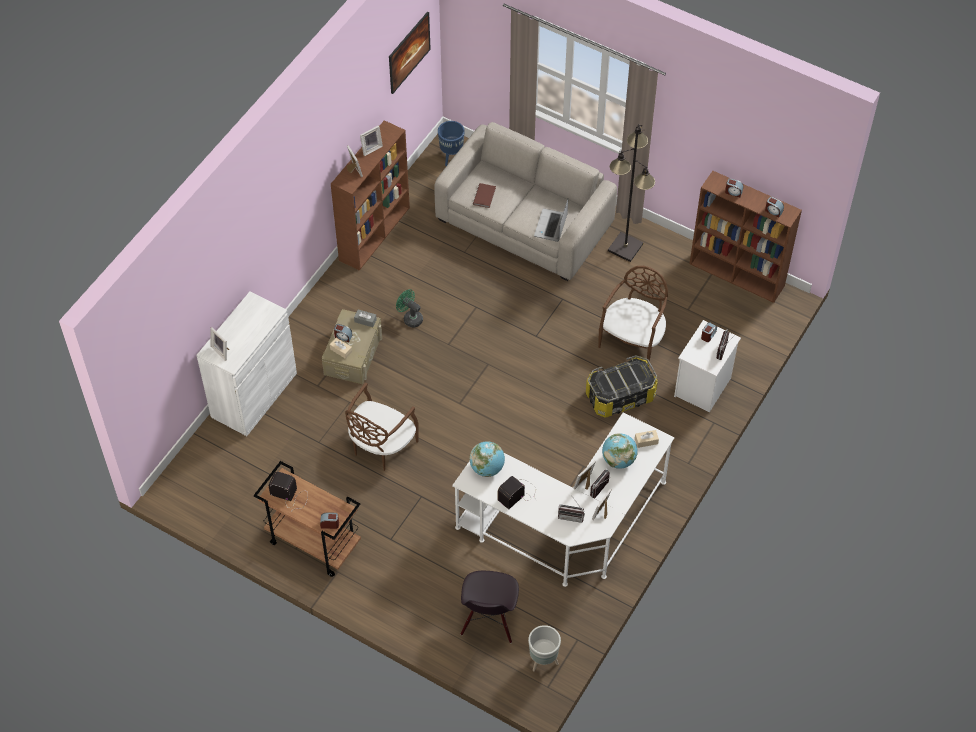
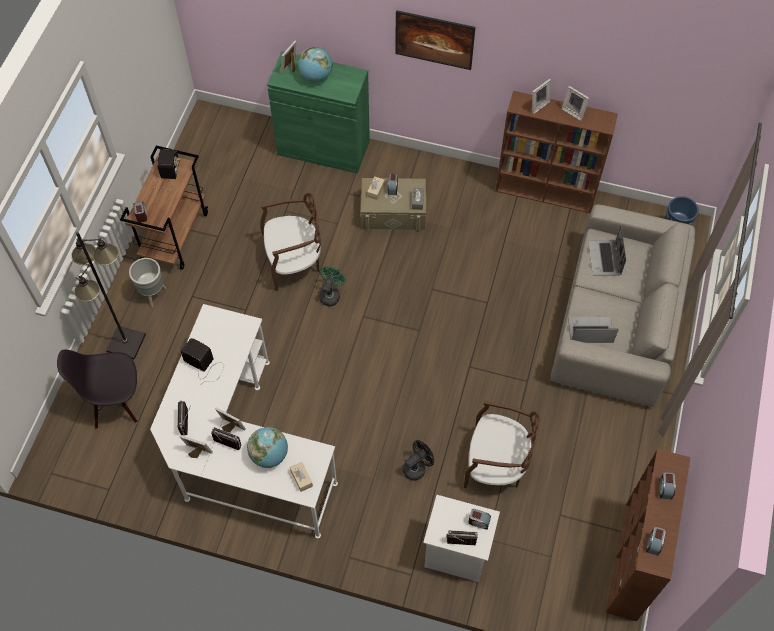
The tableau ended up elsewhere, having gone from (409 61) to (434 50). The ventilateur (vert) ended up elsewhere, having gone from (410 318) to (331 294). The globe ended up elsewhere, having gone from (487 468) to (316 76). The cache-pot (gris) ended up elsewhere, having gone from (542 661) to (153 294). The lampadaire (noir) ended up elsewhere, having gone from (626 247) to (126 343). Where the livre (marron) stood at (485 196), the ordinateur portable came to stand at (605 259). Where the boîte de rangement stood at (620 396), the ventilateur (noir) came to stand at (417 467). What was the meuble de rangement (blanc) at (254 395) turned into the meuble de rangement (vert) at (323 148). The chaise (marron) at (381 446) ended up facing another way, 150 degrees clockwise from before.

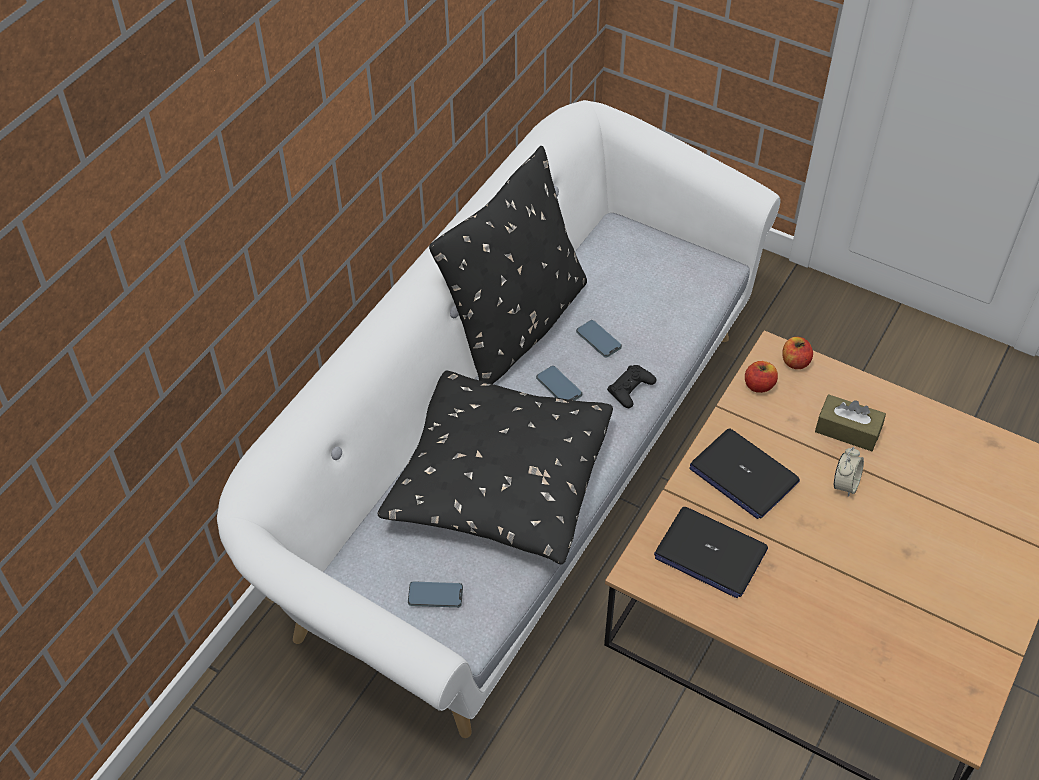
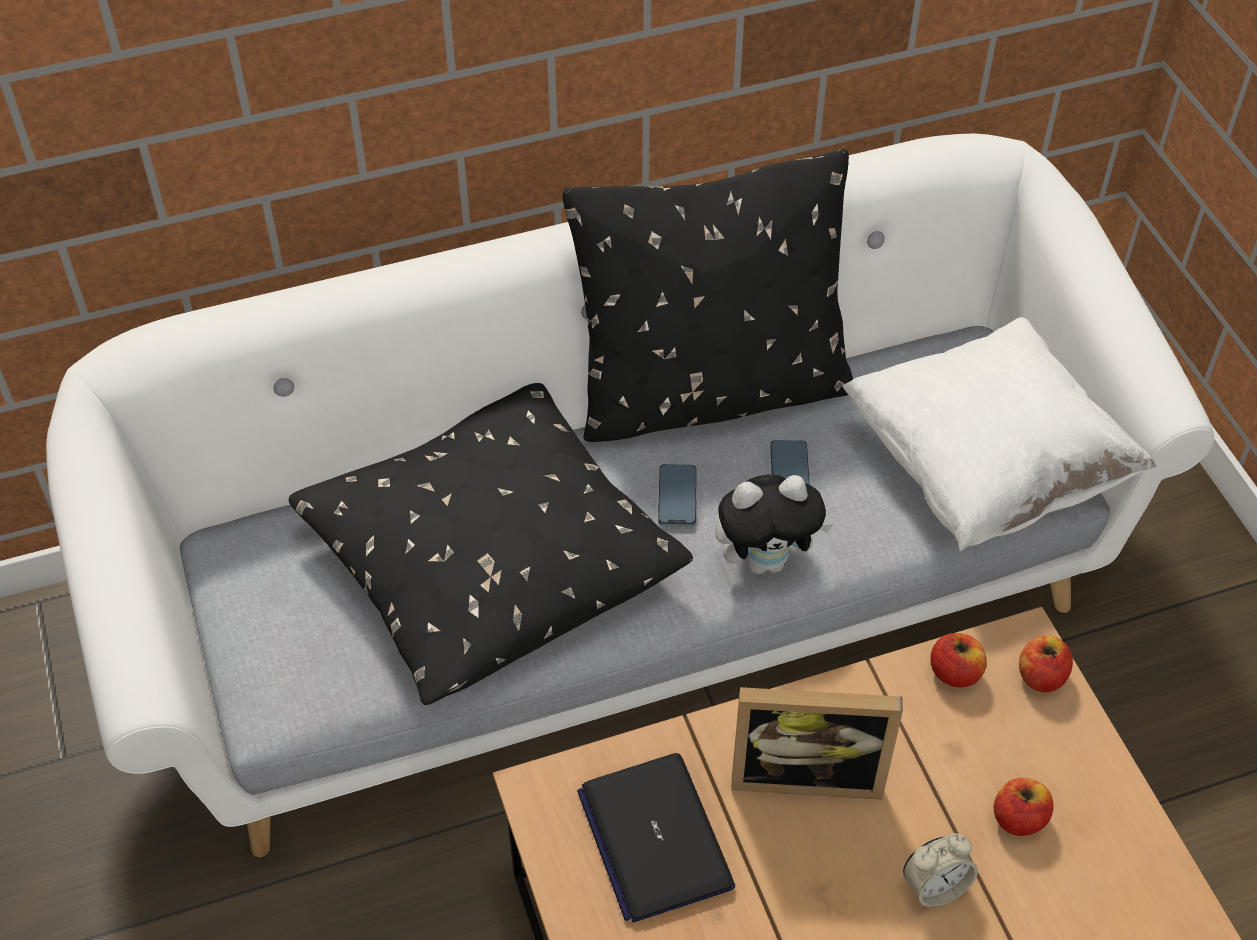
The second view lost the téléphone at (435 596). The second view gained the coussin (blanc) at (984 469). Where the manette (noir) stood at (631 389), the peluche came to stand at (766 560). Where the ordinateur portable stood at (743 474), the cadre photo came to stand at (806 771). Where the boîte à mouchoirs (marron) stood at (847 430), the pomme came to stand at (1018 818).

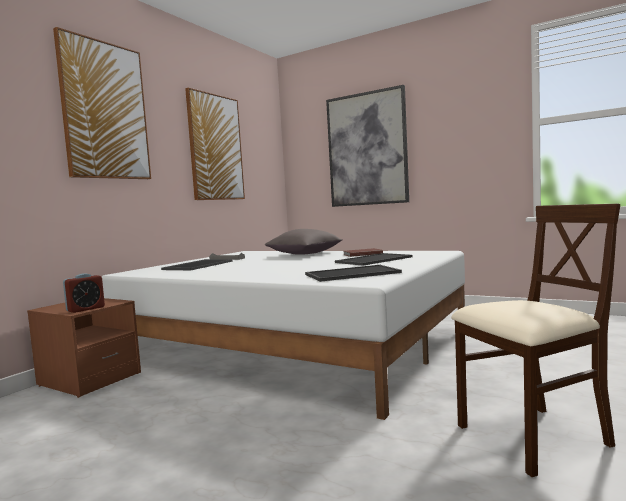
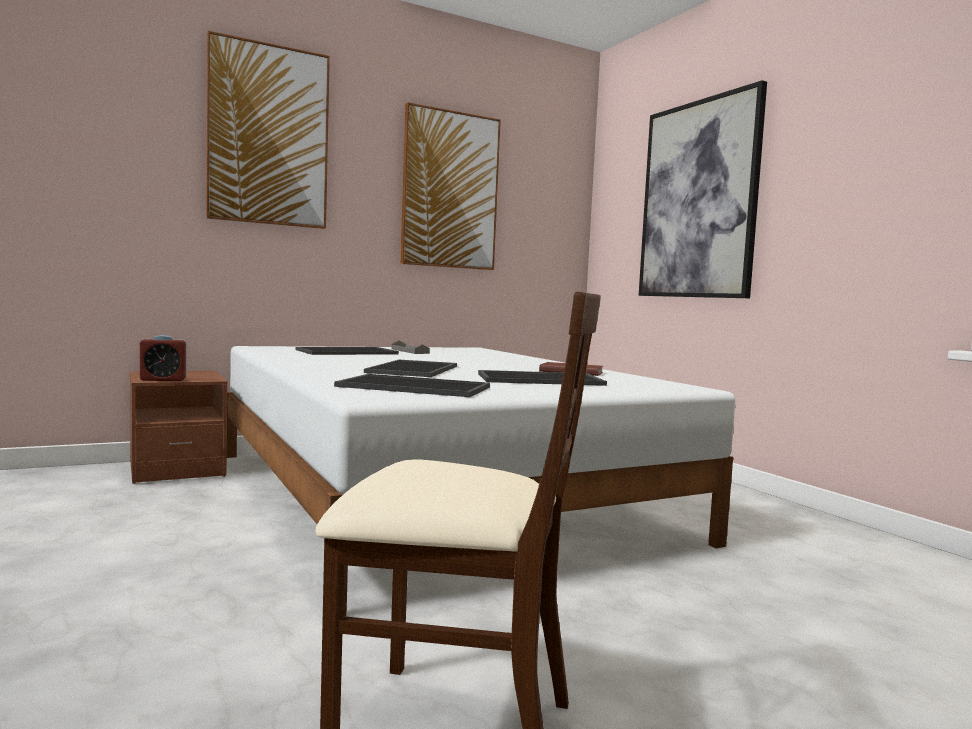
The second view lost the coussin (gris) at (305 254). The second view gained the plateau at (415 369).

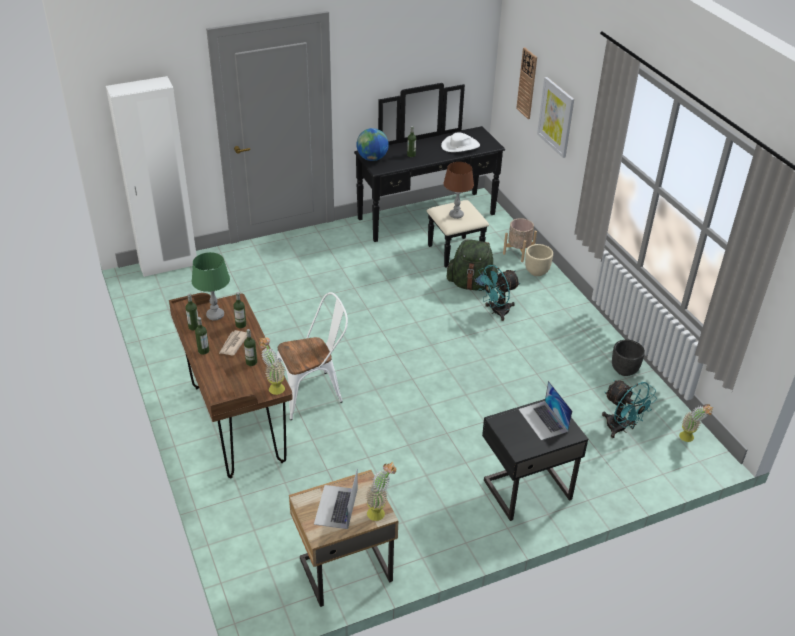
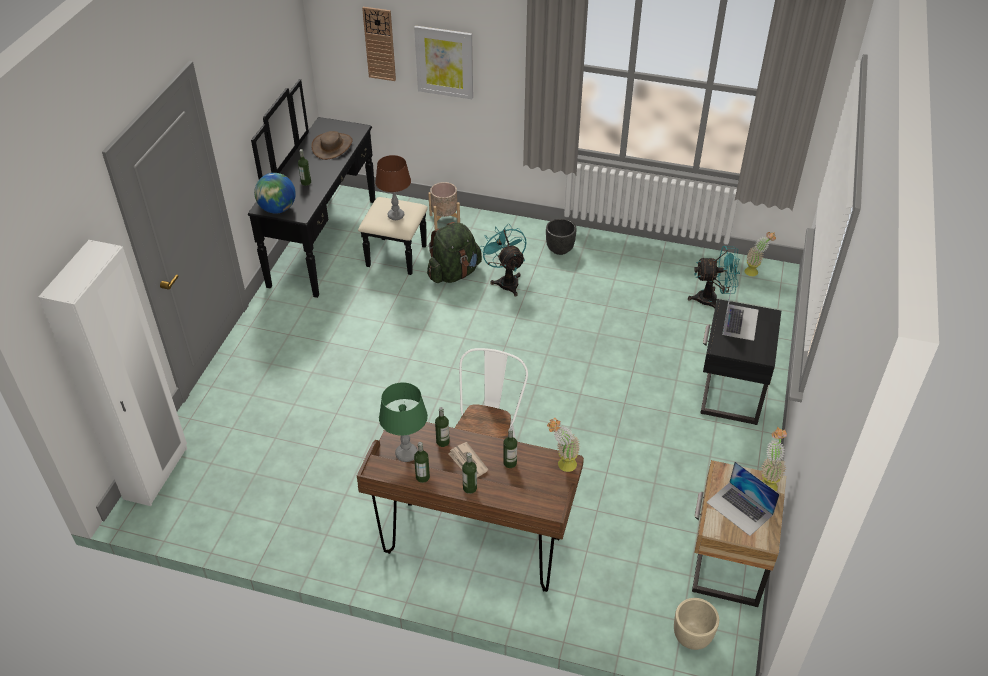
The cache-pot (beige) ended up elsewhere, having gone from (536 271) to (691 637). The cache-pot (noir) ended up elsewhere, having gone from (624 370) to (560 249). What was the chapeau (blanc) at (460 146) turned into the chapeau (marron) at (332 146). The ventilateur (turquoise) at (496 312) ended up facing another way, 150 degrees clockwise from before. The ordinateur portable at (543 420) ended up facing another way, 90 degrees counterclockwise from before.

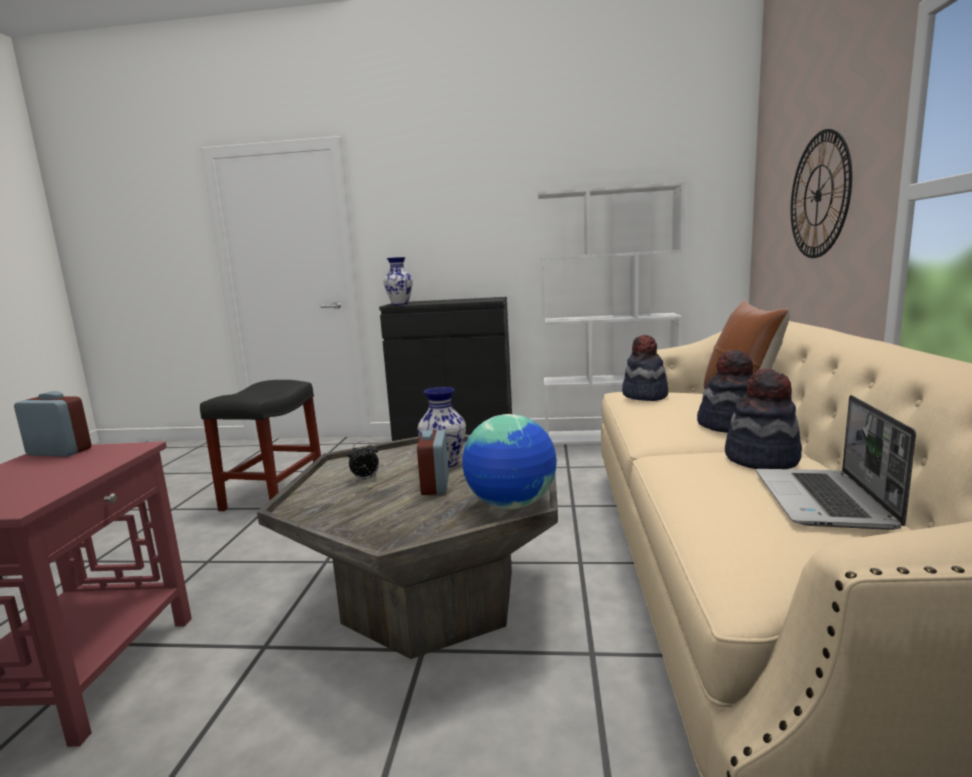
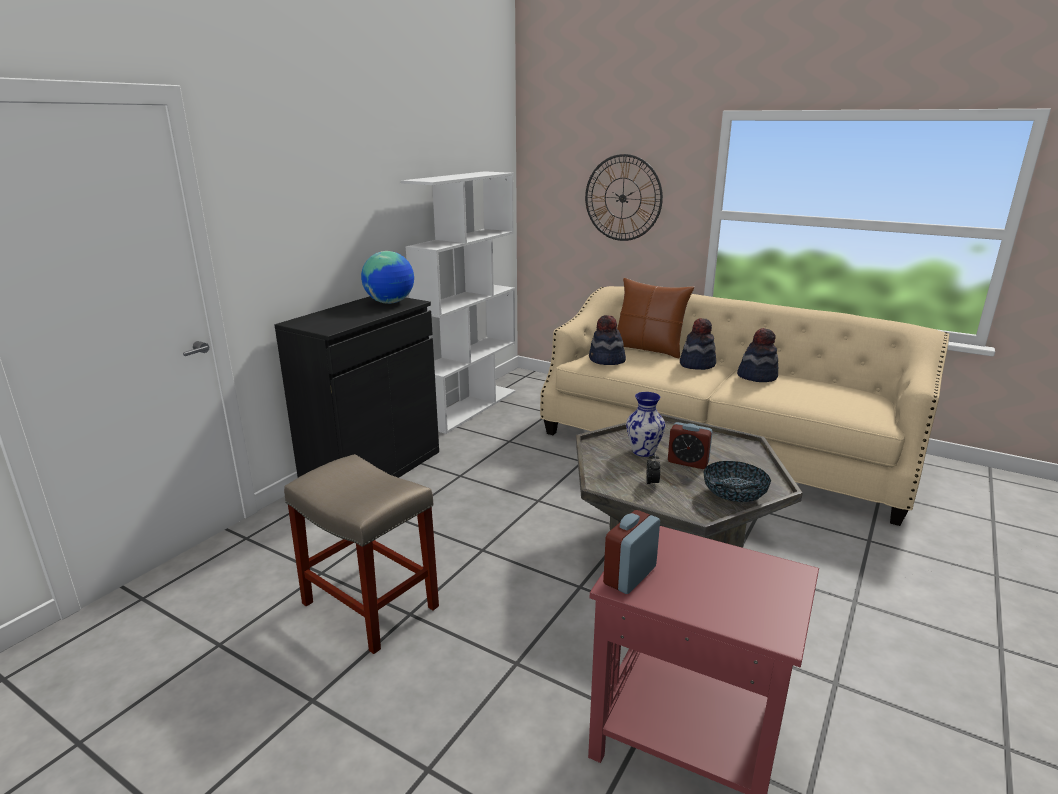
The second view lost the vase at (399 304). The second view lost the ordinateur portable at (824 501). The second view gained the bol at (734 496). The globe ended up elsewhere, having gone from (511 505) to (390 302). What was the tabouret (noir) at (273 495) turned into the tabouret (beige) at (372 606).

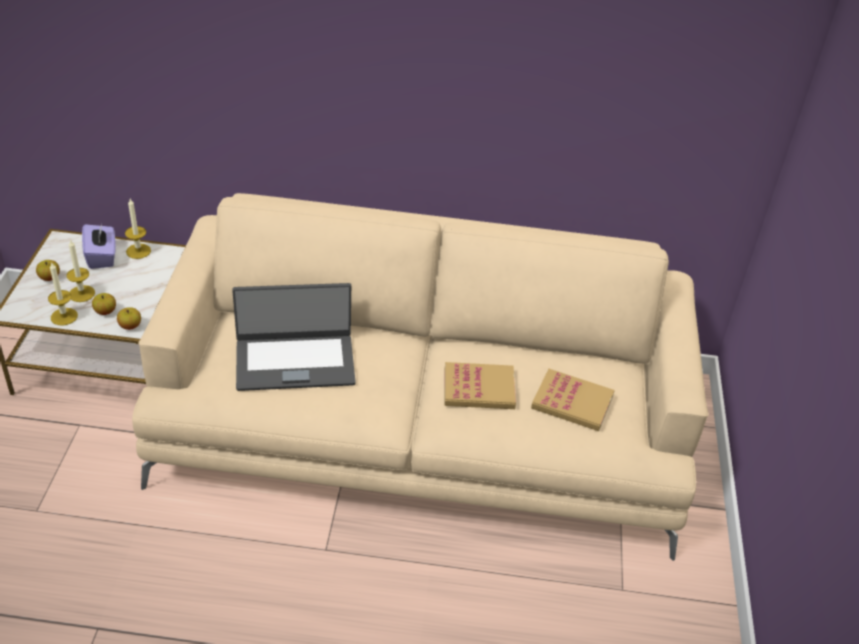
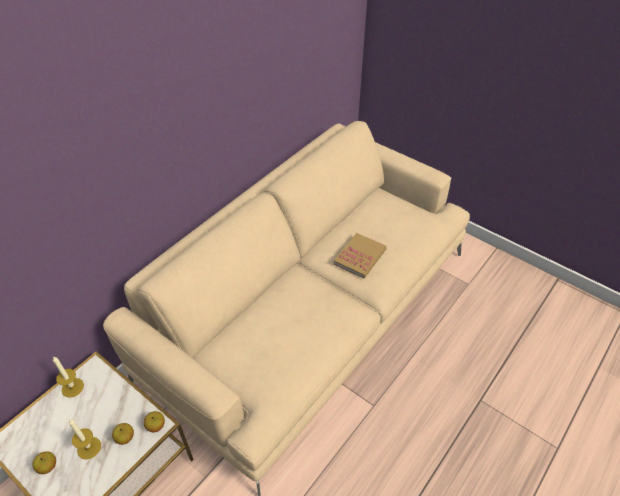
The second view lost the bougie at (64 316). The second view lost the boîte à mouchoirs (violet) at (102 257). The second view lost the ordinateur portable at (295 361). The second view lost the livre at (572 402).

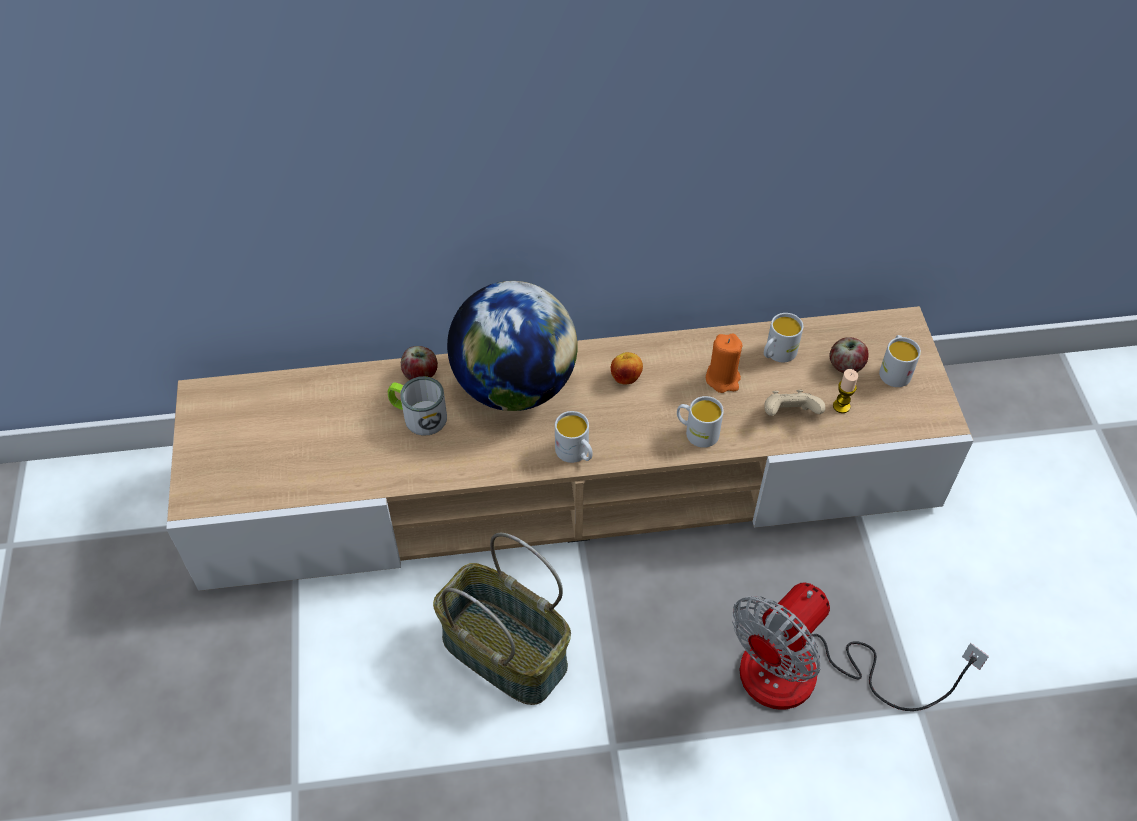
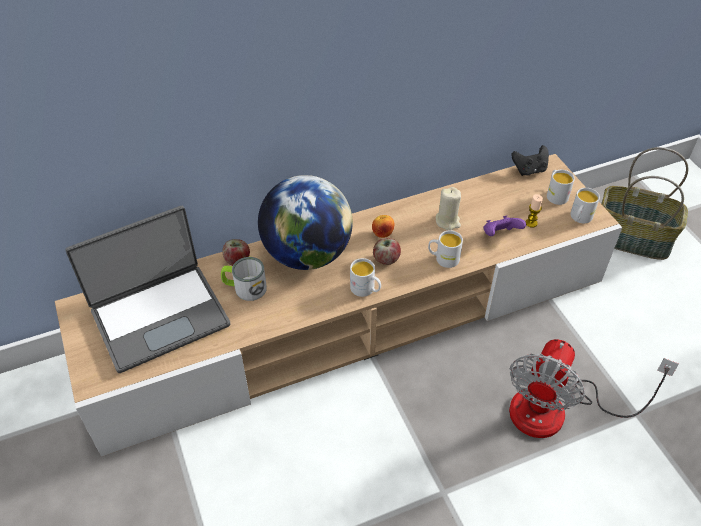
The second view gained the ordinateur portable at (159 316). The second view gained the manette (noir) at (529 170). The panier ended up elsewhere, having gone from (502 653) to (630 239). The mug (blanc) ended up elsewhere, having gone from (777 354) to (579 218). The pomme ended up elsewhere, having gone from (845 366) to (386 259). What was the bougie (orange) at (723 378) turned into the bougie (beige) at (447 221). What was the manette (beige) at (789 415) turned into the manette (violet) at (500 235).

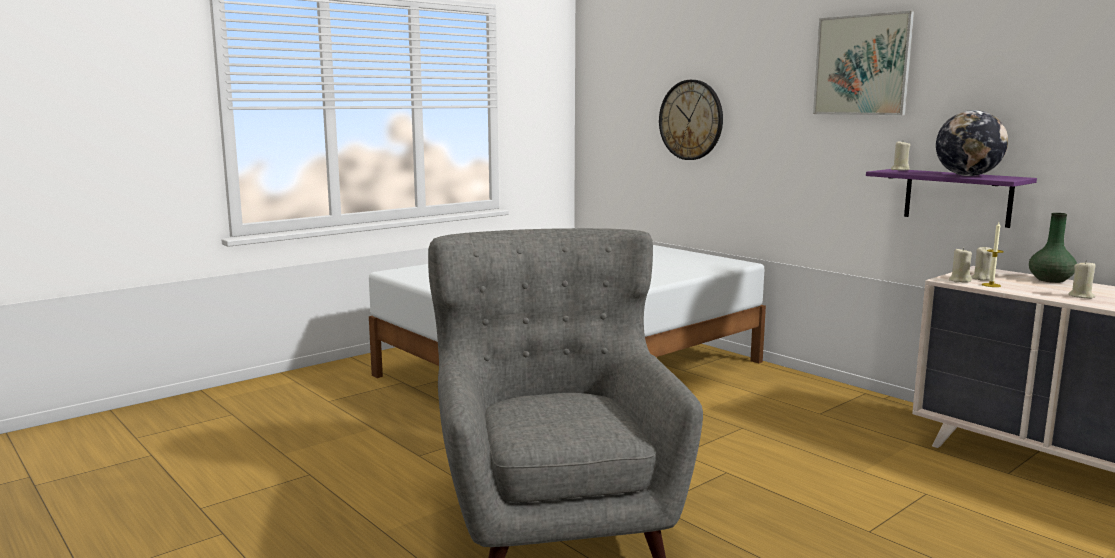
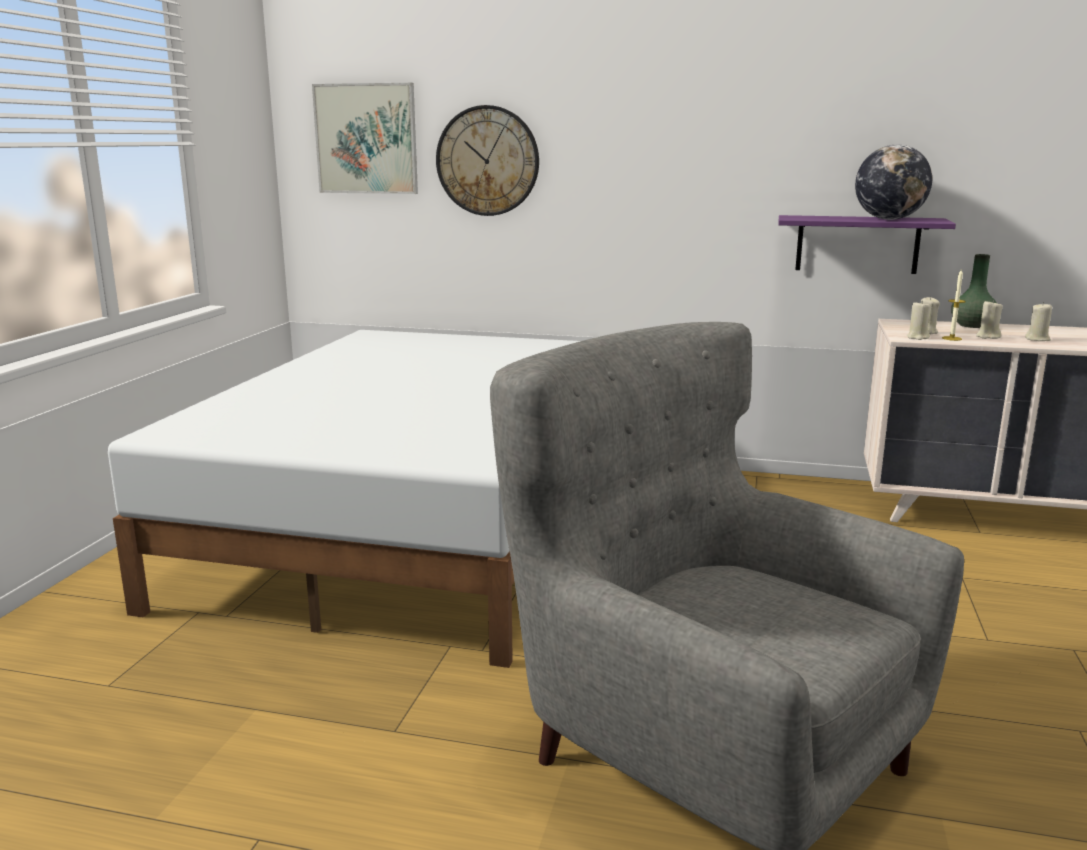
The tableau ended up elsewhere, having gone from (862 65) to (366 139). The bougie (beige) ended up elsewhere, having gone from (900 170) to (987 337).

